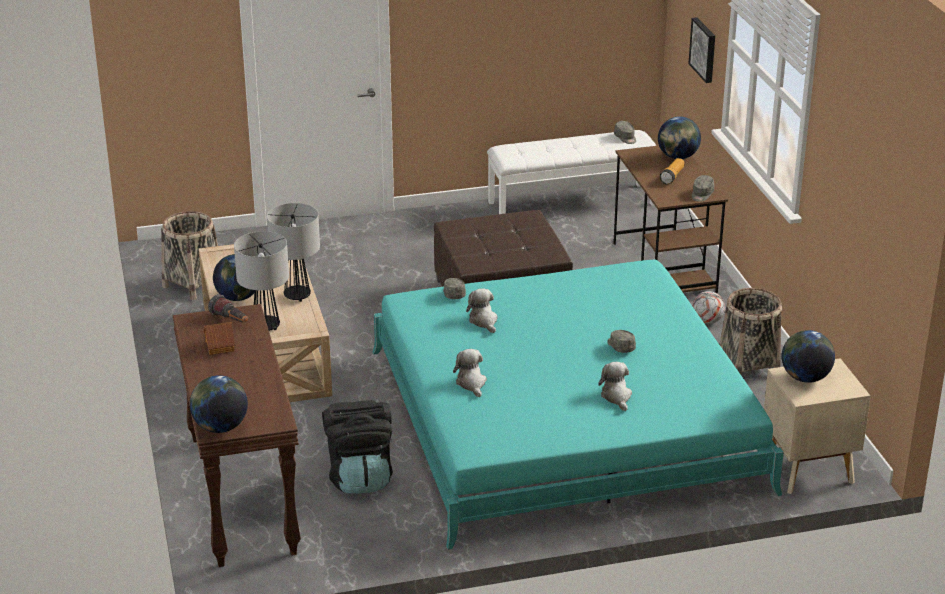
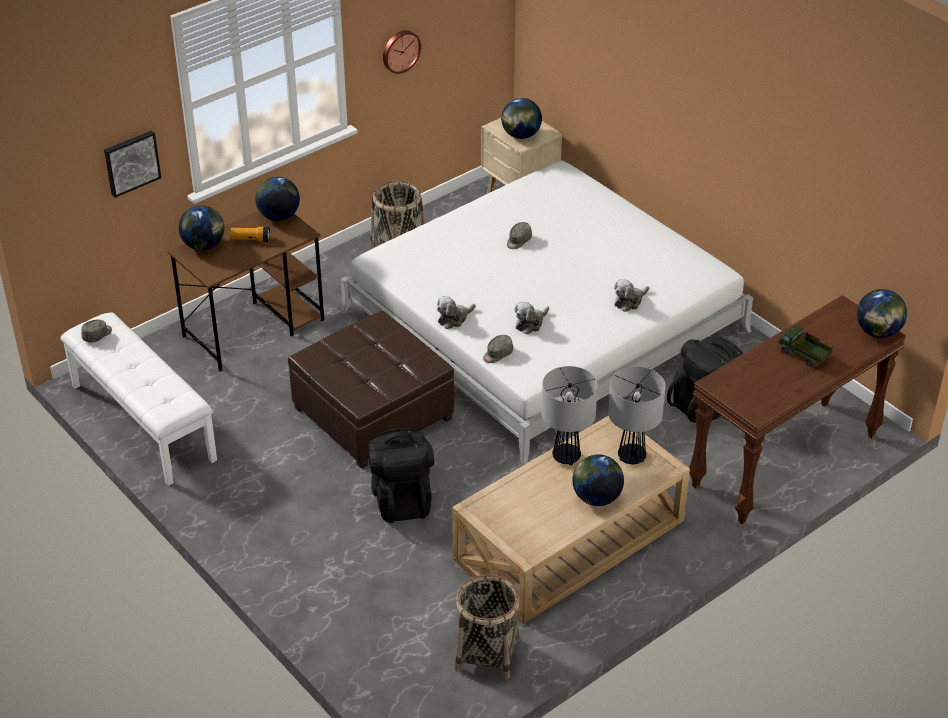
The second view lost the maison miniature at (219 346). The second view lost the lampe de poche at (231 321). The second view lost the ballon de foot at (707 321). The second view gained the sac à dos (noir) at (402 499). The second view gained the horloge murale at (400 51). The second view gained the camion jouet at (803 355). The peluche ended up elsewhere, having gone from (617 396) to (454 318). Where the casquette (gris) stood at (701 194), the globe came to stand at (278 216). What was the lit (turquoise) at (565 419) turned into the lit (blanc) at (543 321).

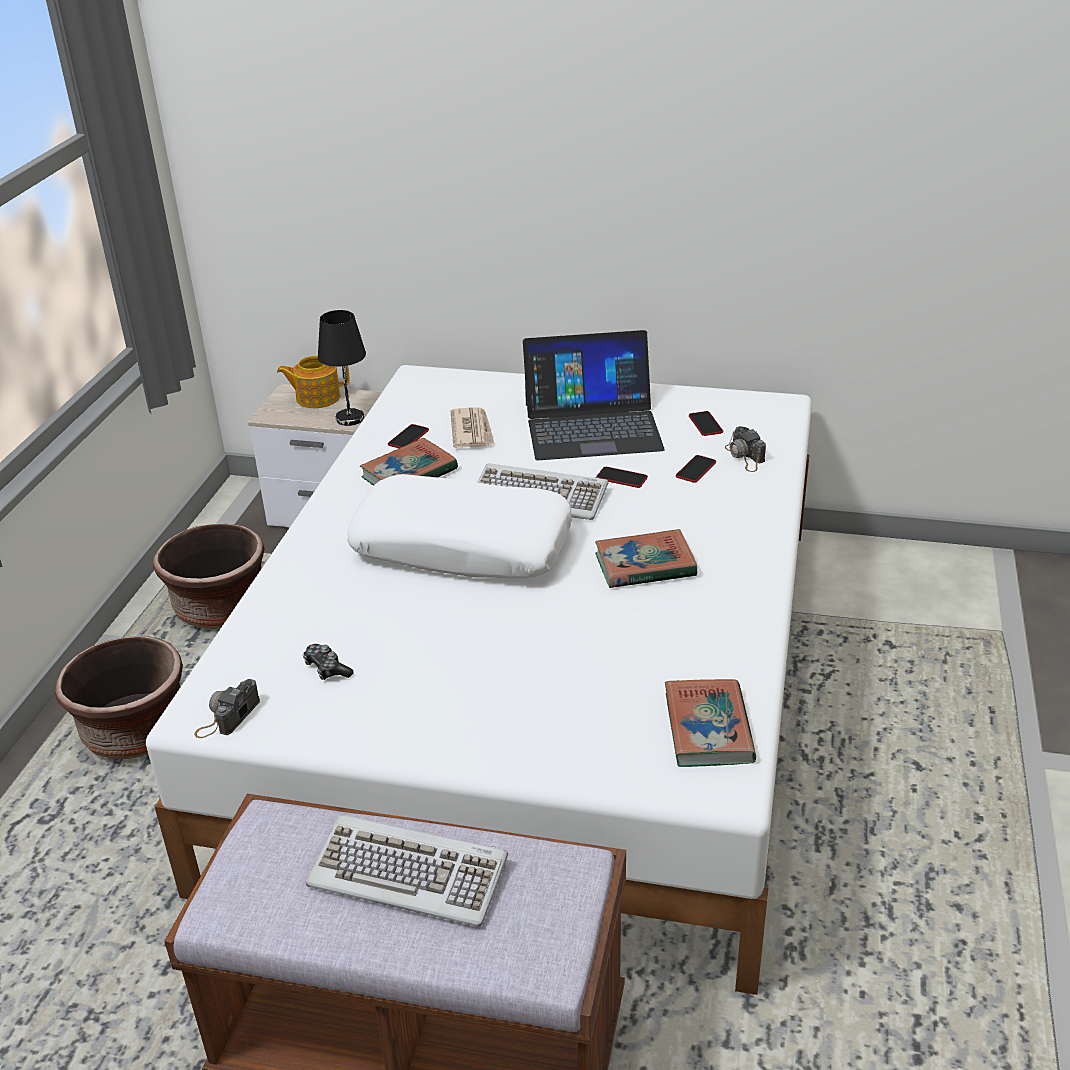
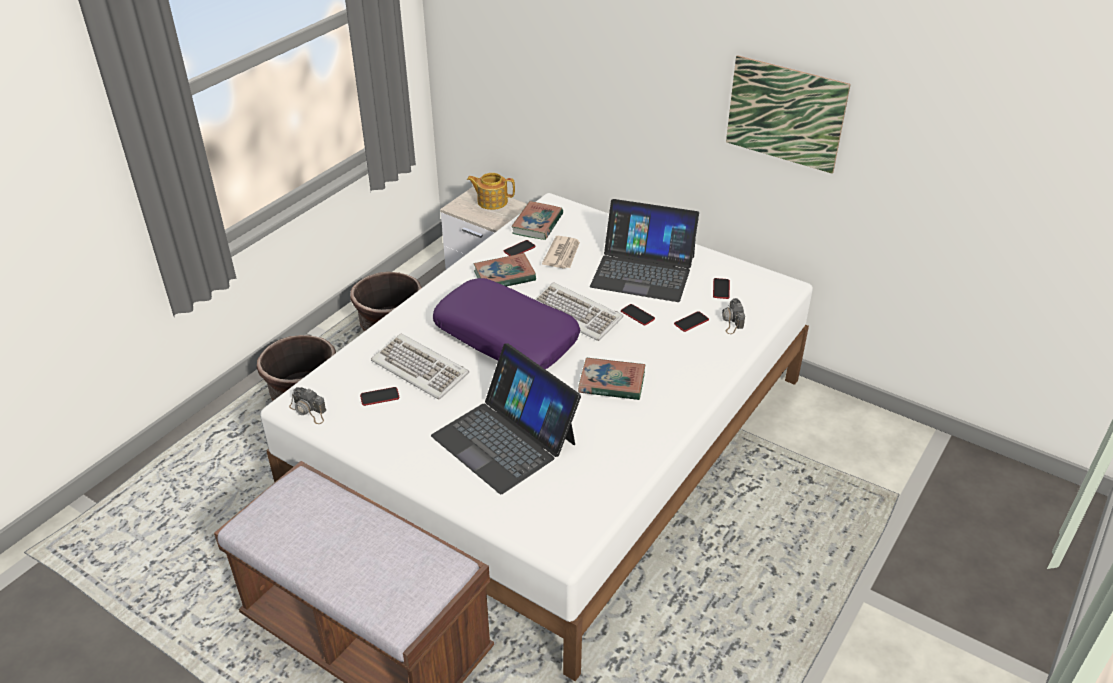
The second view lost the lampe de table (noir) at (350 419). The second view gained the ordinateur portable at (505 439). The second view gained the tableau at (785 114). The clavier ended up elsewhere, having gone from (409 873) to (421 369). The livre ended up elsewhere, having gone from (708 728) to (537 224). Where the manette stood at (327 669), the téléphone came to stand at (379 397). What was the coussin (blanc) at (463 545) turned into the coussin (violet) at (507 336). The appareil photo at (228 717) ended up facing another way, 105 degrees counterclockwise from before.

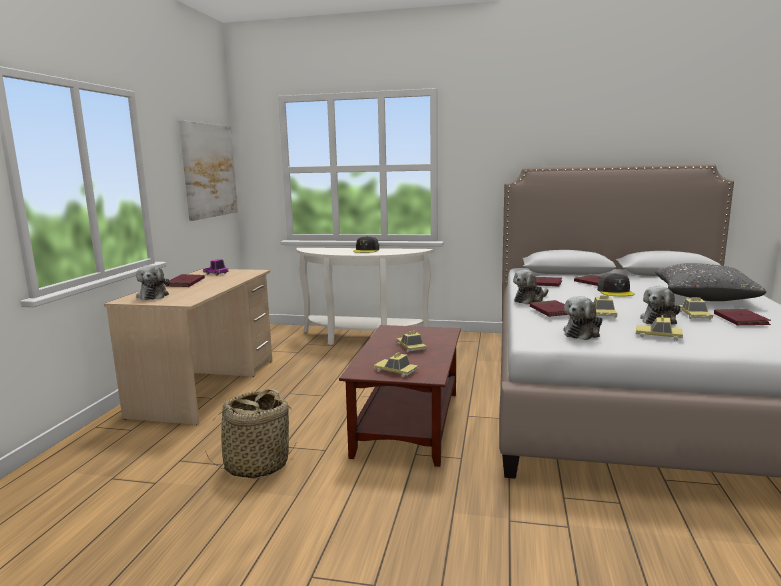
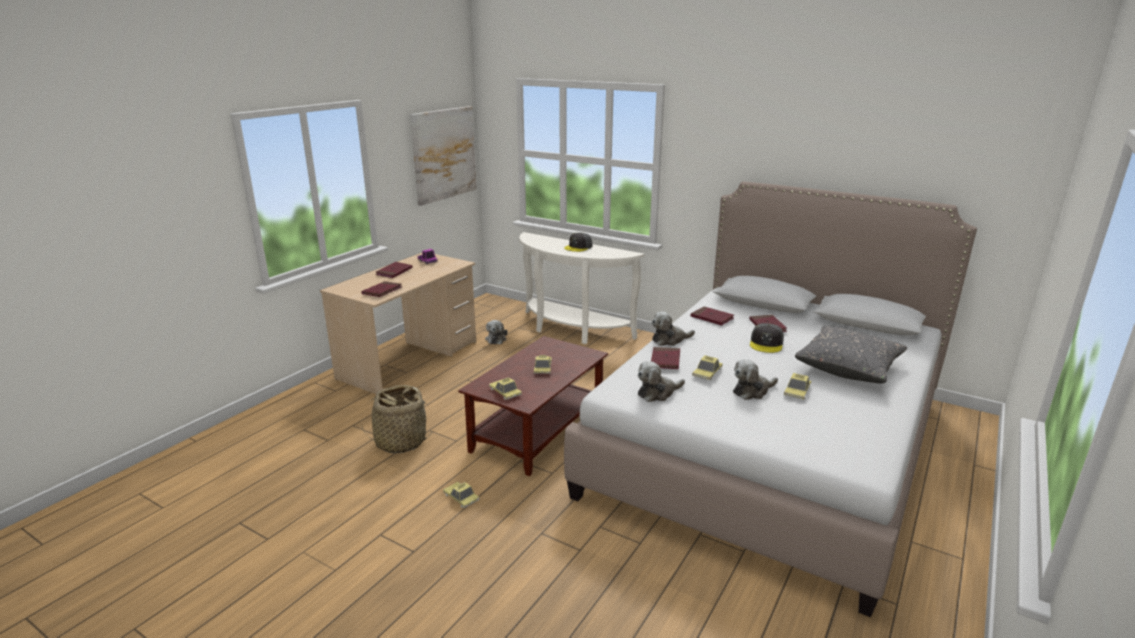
The peluche ended up elsewhere, having gone from (153 295) to (496 339). The petite voiture ended up elsewhere, having gone from (658 335) to (461 497). The livre (rouge) ended up elsewhere, having gone from (740 320) to (382 291).

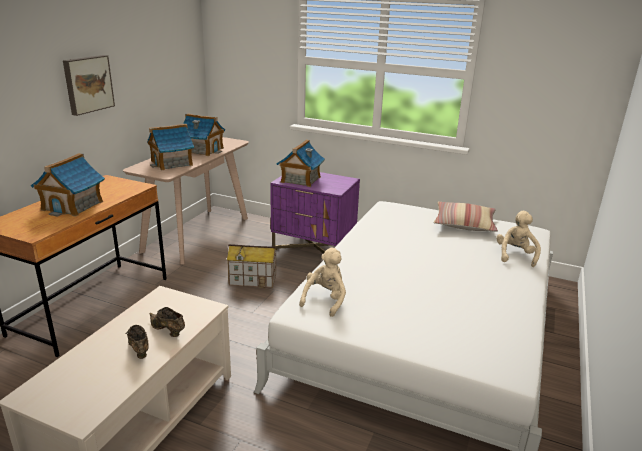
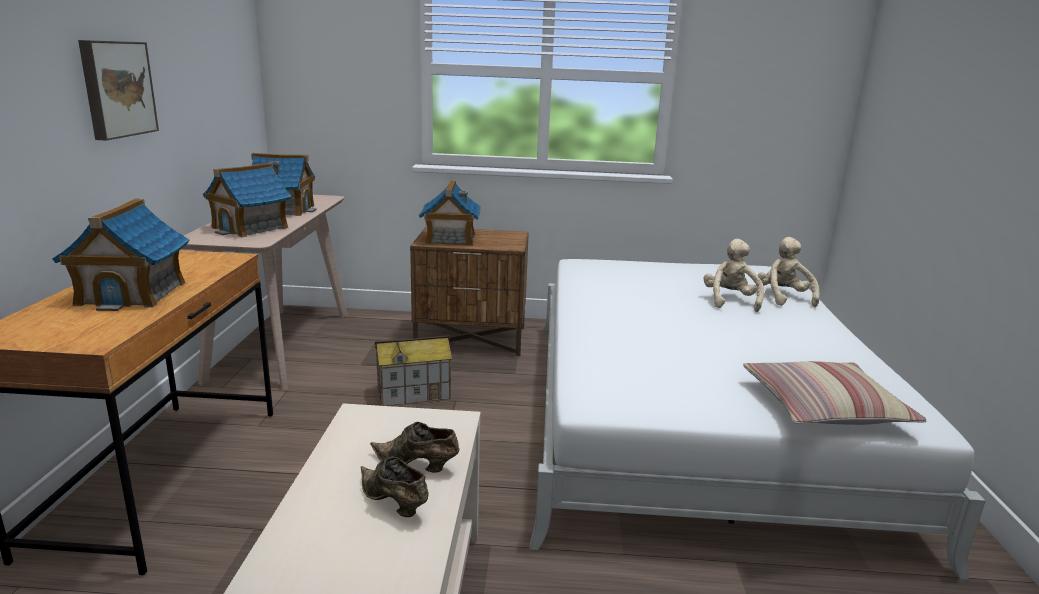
The peluche (beige) ended up elsewhere, having gone from (325 300) to (730 301). The coussin ended up elsewhere, having gone from (464 224) to (823 408). What was the table de chevet (violet) at (314 247) turned into the table de chevet (marron) at (472 338).

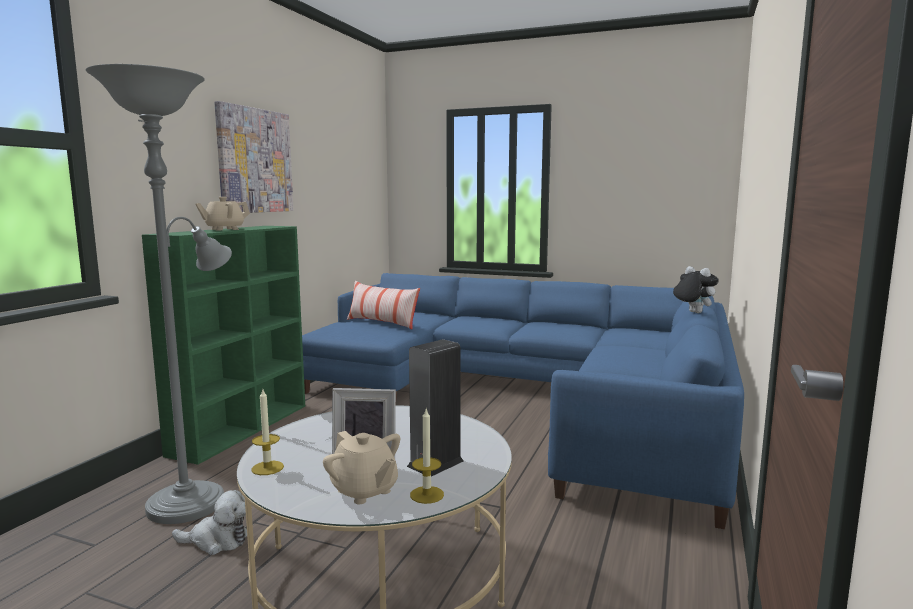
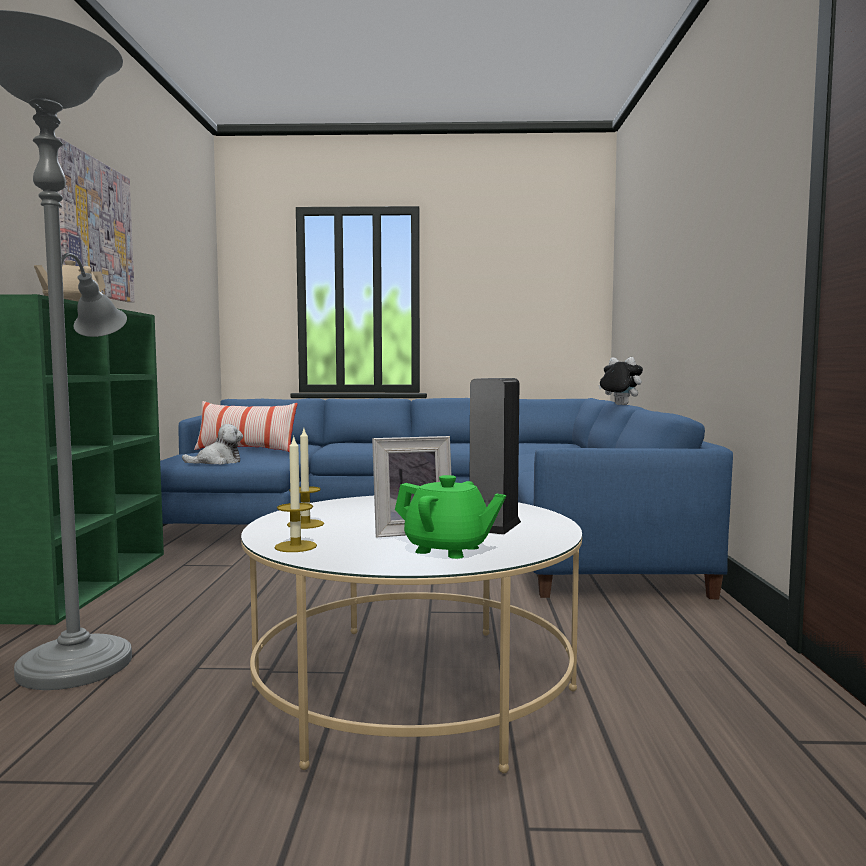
The peluche ended up elsewhere, having gone from (217 541) to (217 462). The bougie ended up elsewhere, having gone from (427 495) to (305 524). What was the théière (beige) at (364 491) turned into the théière (vert) at (448 549).

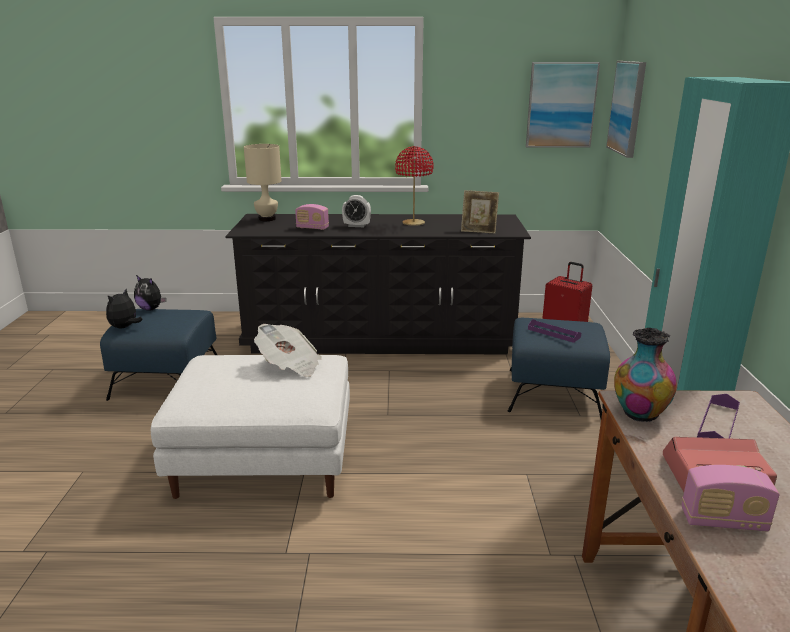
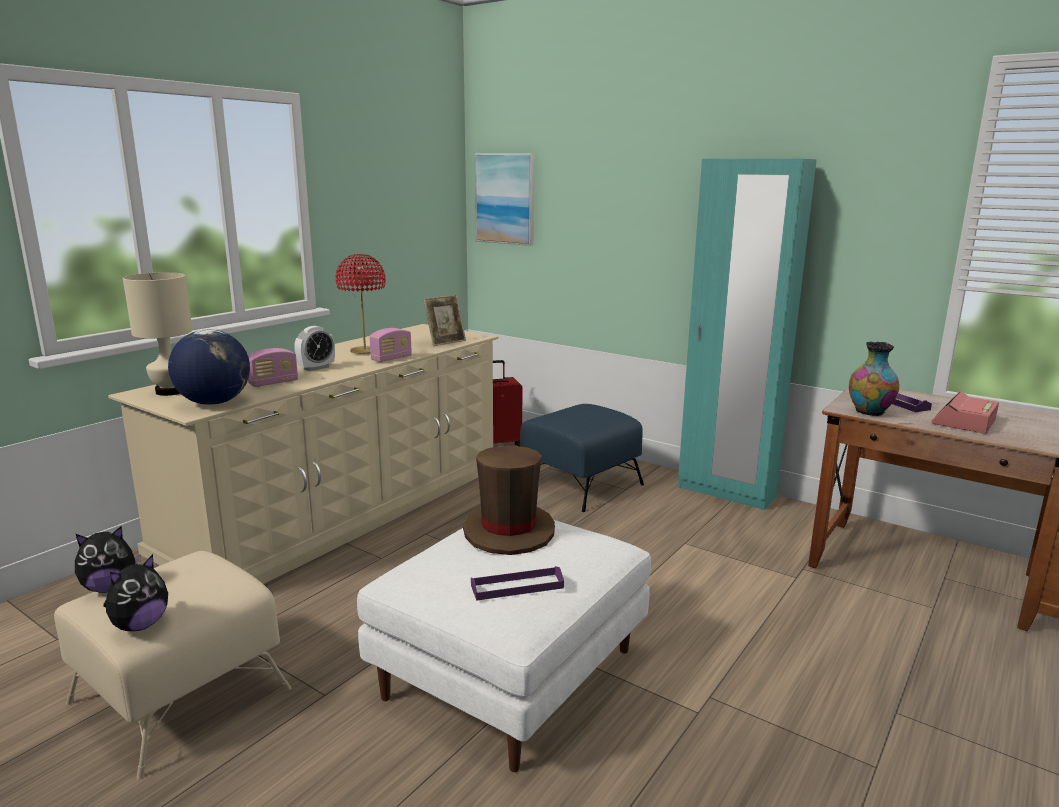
The second view lost the tableau at (561 105). The second view gained the globe at (214 403). The plateau (violet) ended up elsewhere, having gone from (553 333) to (517 587). The radio ended up elsewhere, having gone from (723 521) to (391 359). Where the journal stood at (290 365), the chapeau (marron) came to stand at (509 531). What was the pouf (bleu) at (167 380) turned into the pouf (beige) at (182 695). What was the commode (noir) at (380 337) turned into the commode (beige) at (345 512). The peluche at (125 327) ended up facing another way, 120 degrees counterclockwise from before.

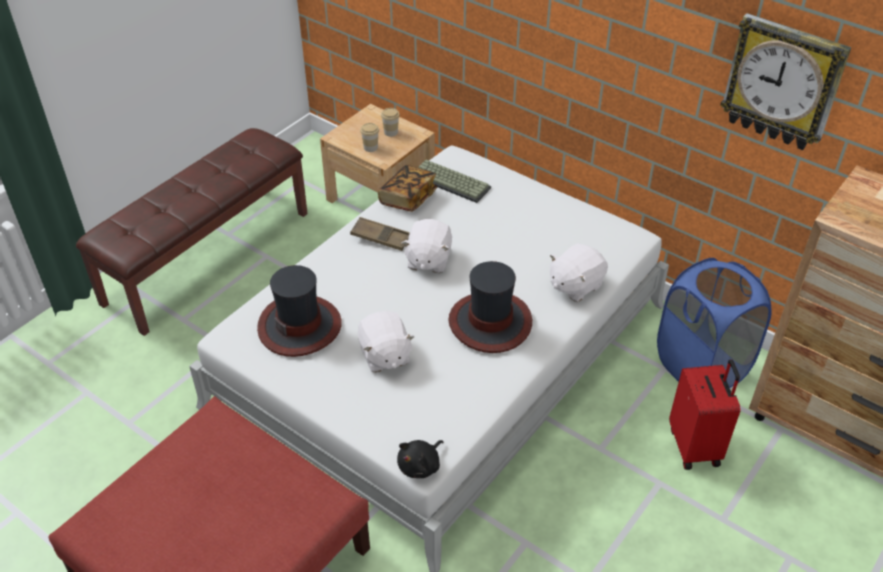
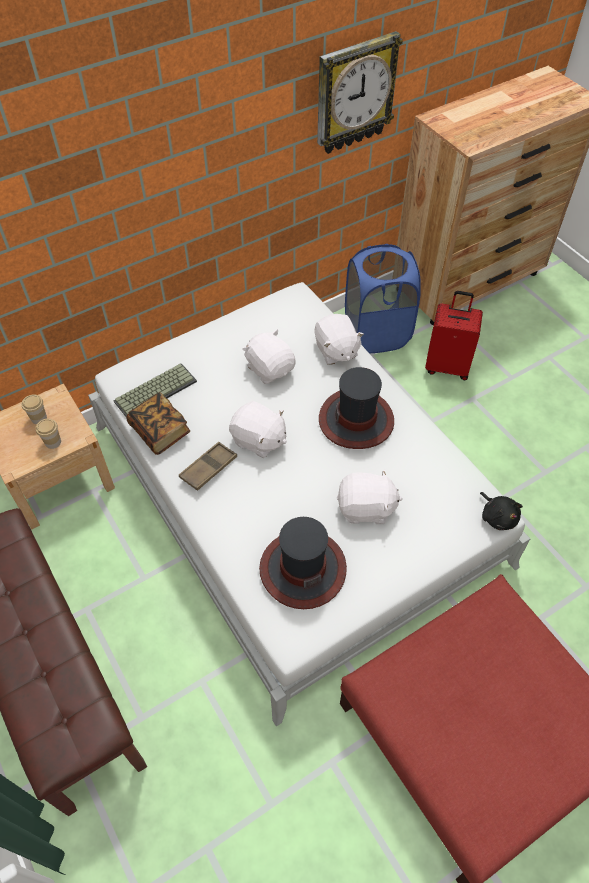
The second view gained the peluche (blanc) at (270 368).

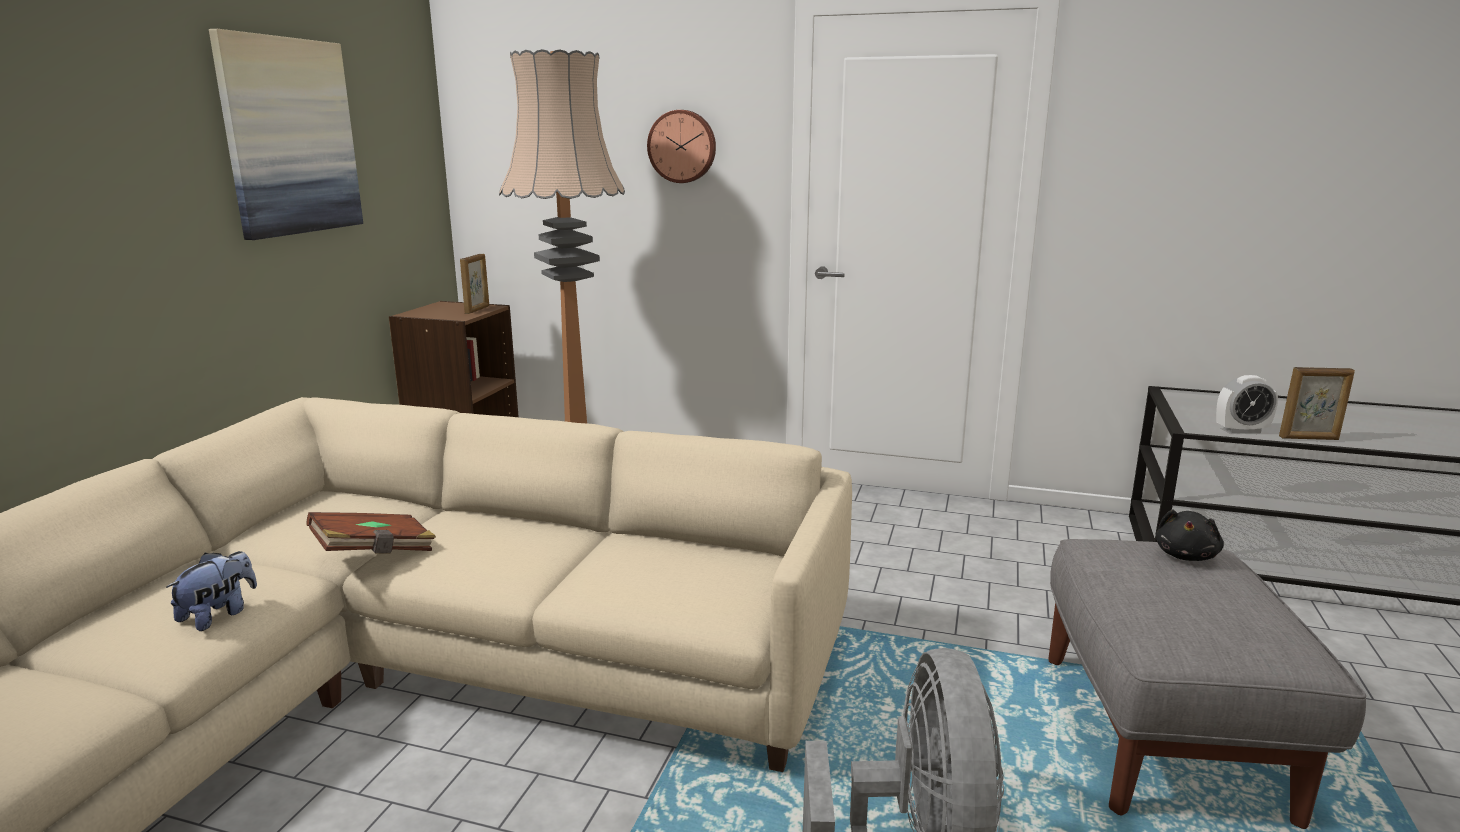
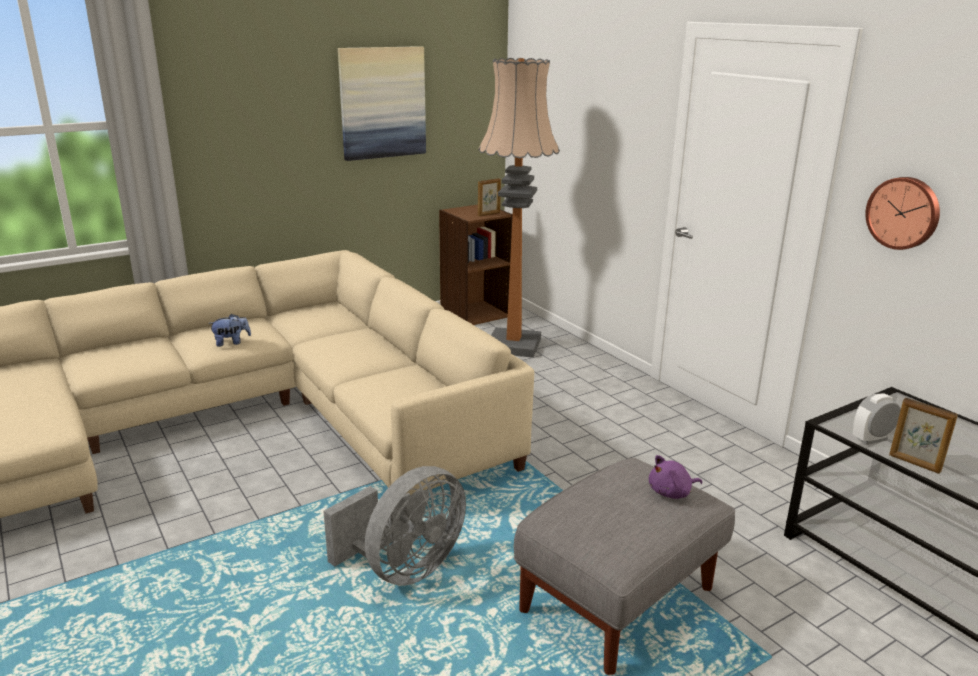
The second view lost the livre (marron) at (375 553). The horloge murale ended up elsewhere, having gone from (682 146) to (903 213). What was the peluche (noir) at (1186 555) turned into the peluche (violet) at (671 493). The réveil at (1241 430) ended up facing another way, 120 degrees clockwise from before.

